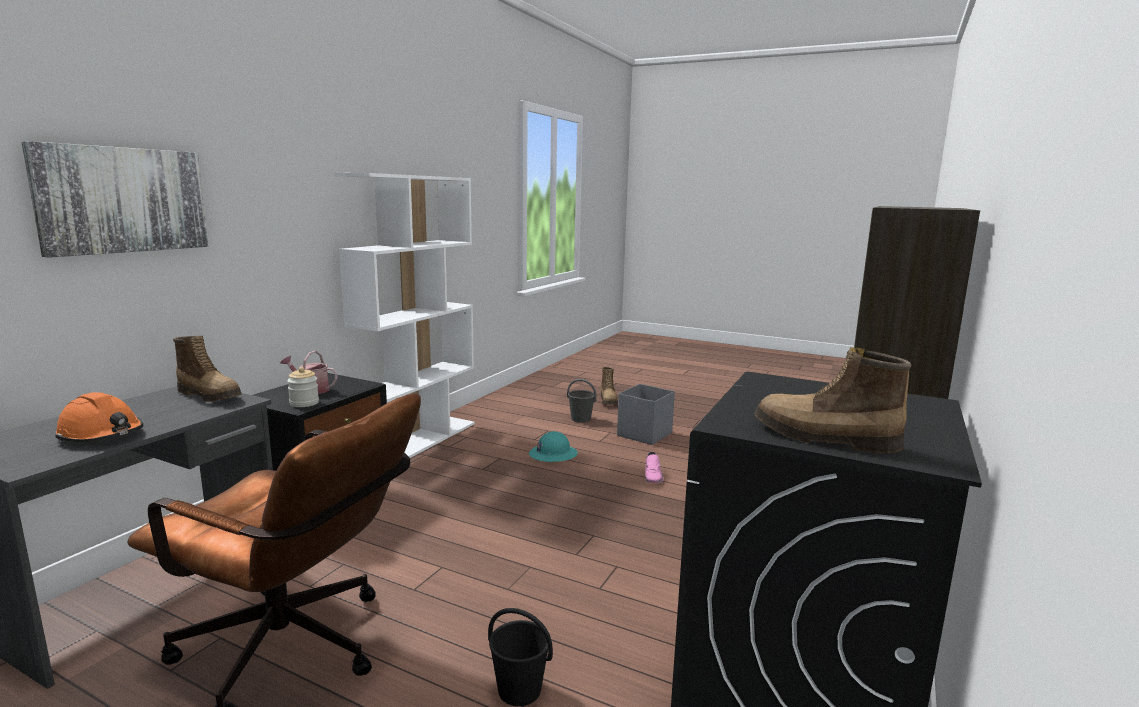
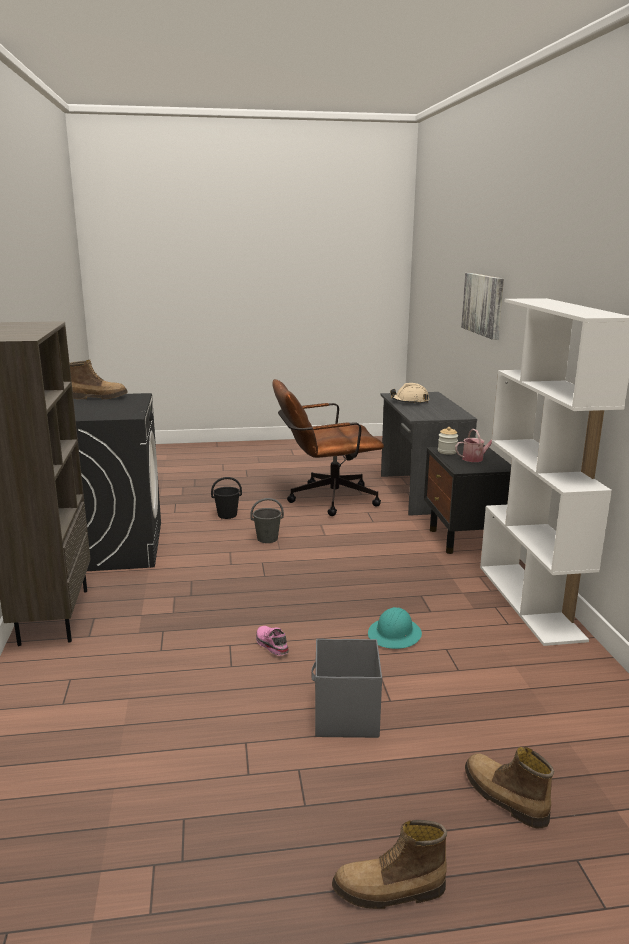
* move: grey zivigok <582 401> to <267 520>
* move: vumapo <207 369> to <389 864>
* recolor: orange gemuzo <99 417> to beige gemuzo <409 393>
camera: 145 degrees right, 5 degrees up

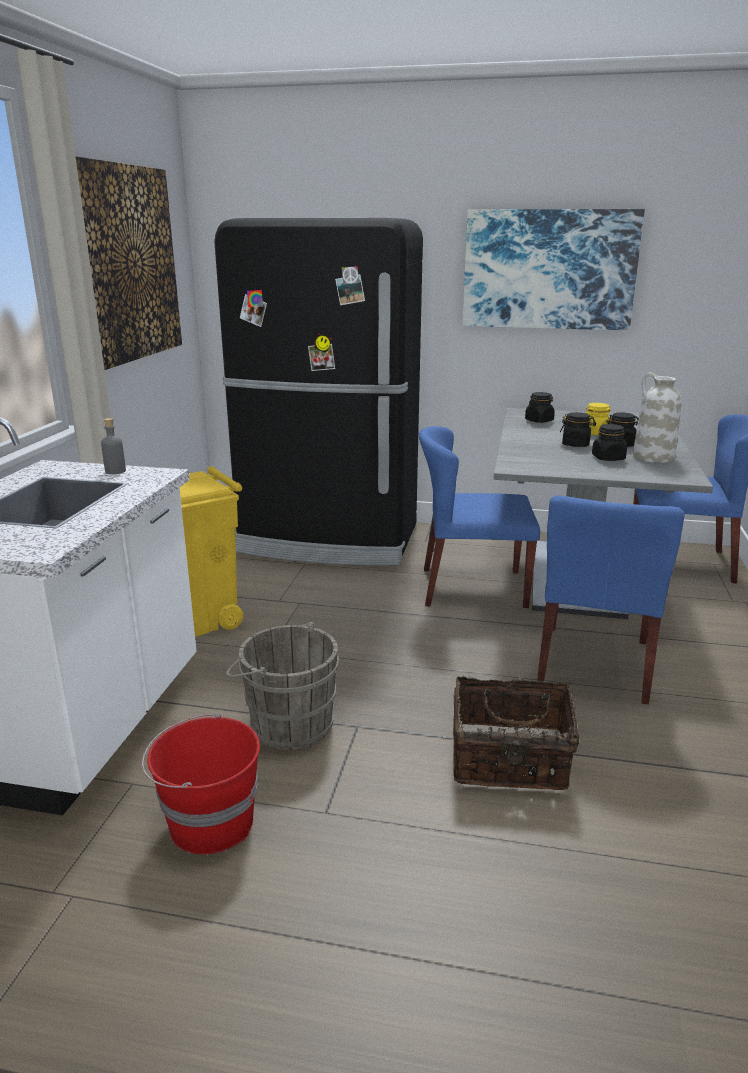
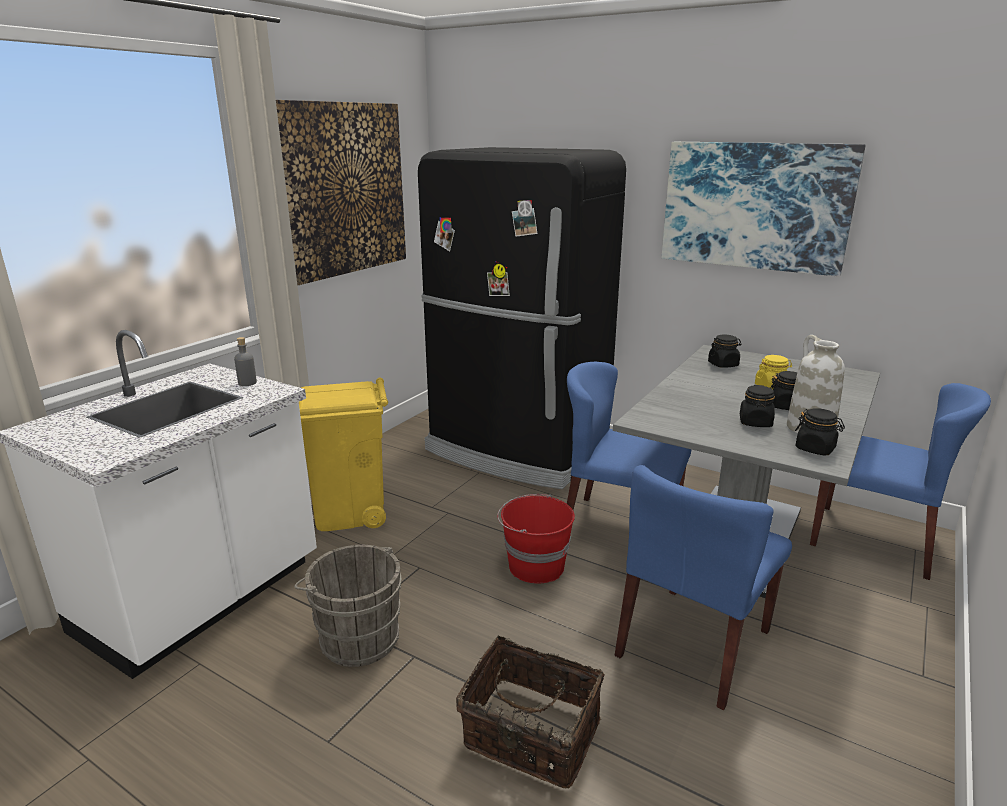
* move: red zivigok <201 784> to <536 539>
* move: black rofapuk <578 429> to <820 431>
camera: 20 degrees right, 0 degrees up

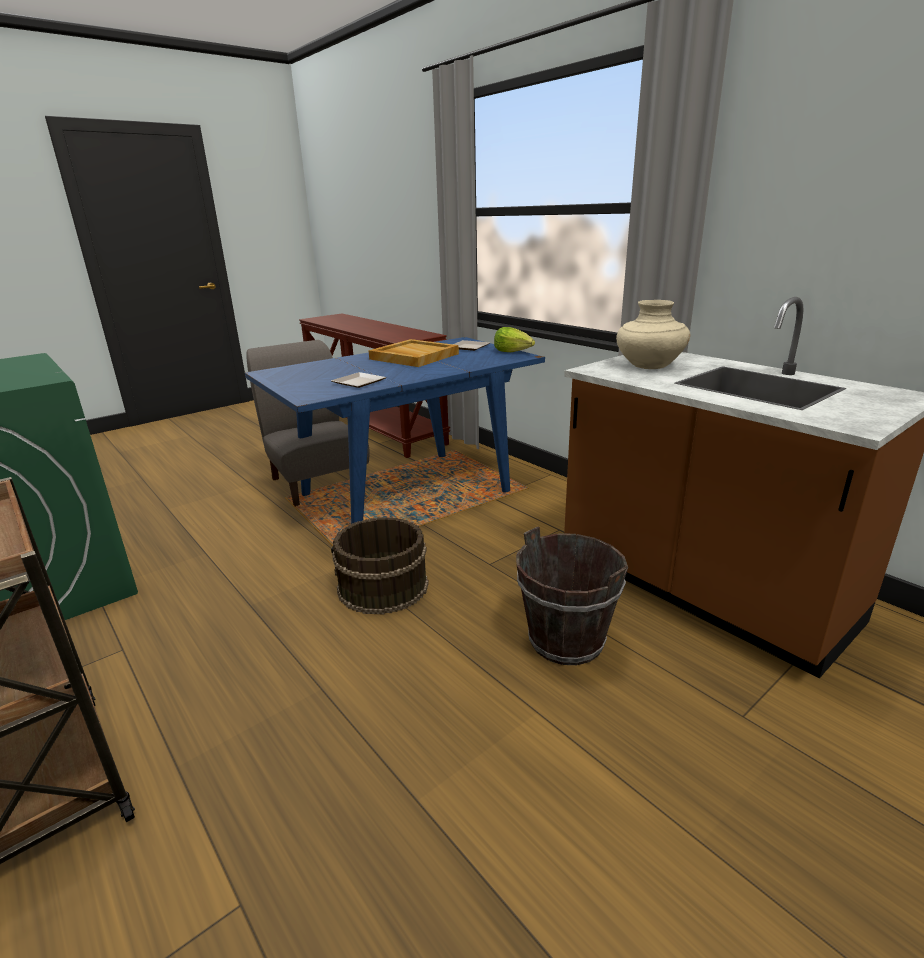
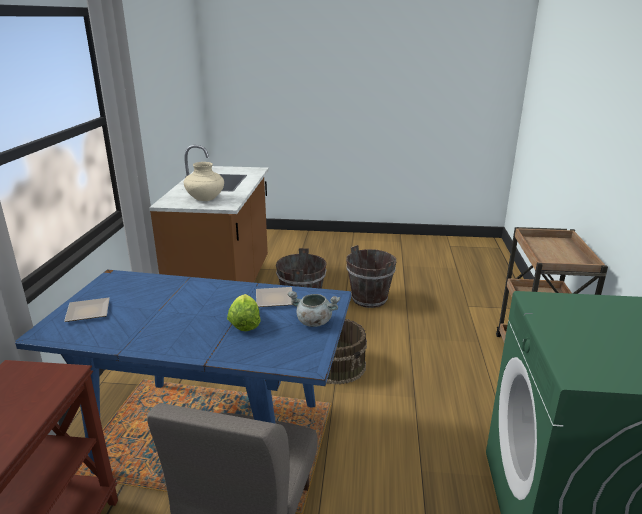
* move: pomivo <514 339> to <244 312>
* insert: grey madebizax <314 309>
* insert: brown zivigok <371 276>
* delete: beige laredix <413 353>
camera: 135 degrees left, 0 degrees up

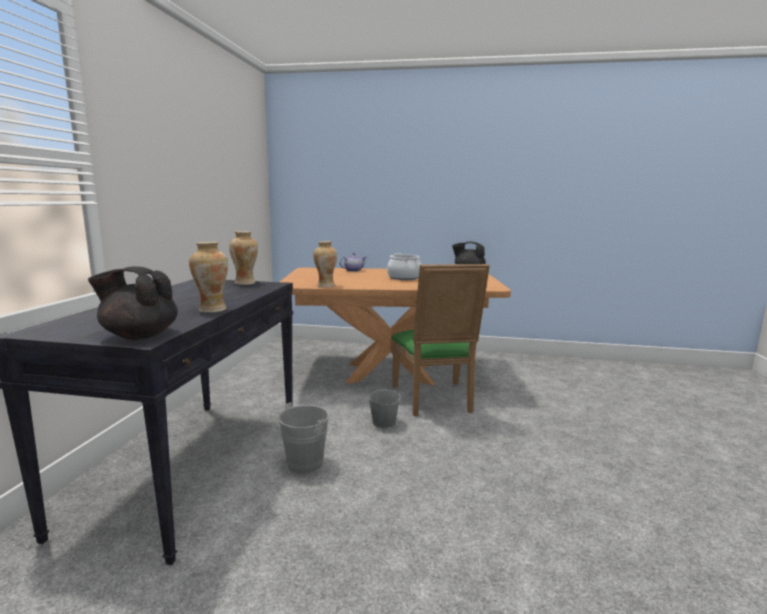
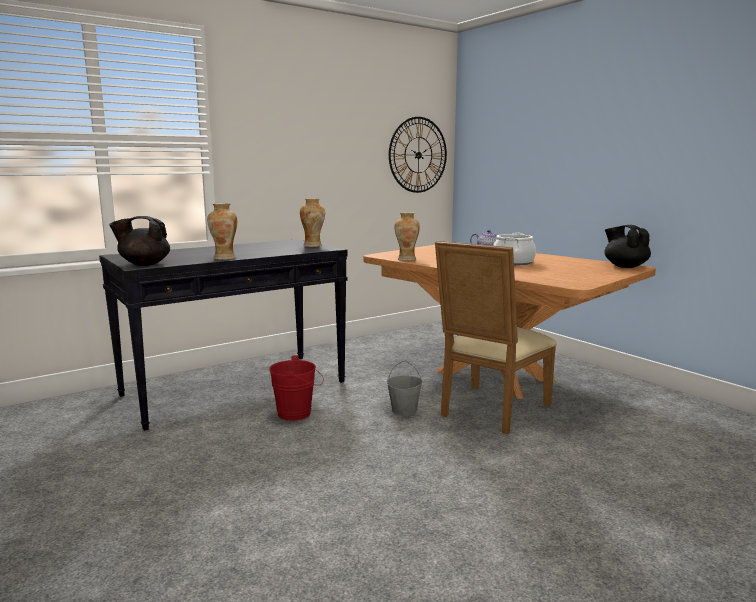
* rotate: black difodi <133 303> = <139 241> 60 degrees counterclockwise
* recolor: grey zivigok <308 438> to red zivigok <296 388>
* insert: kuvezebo <418 155>
* recolor: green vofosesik <441 340> to beige vofosesik <496 337>
camera: 45 degrees right, 0 degrees up

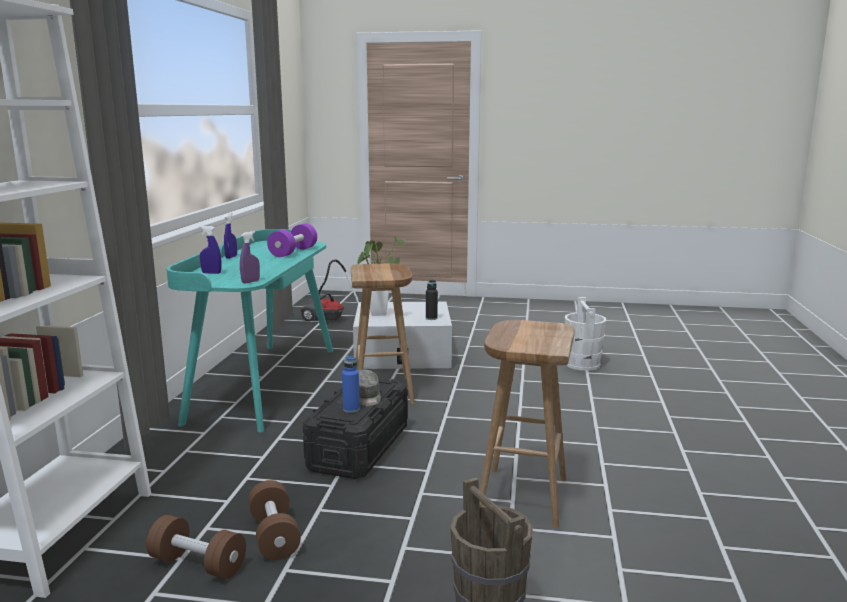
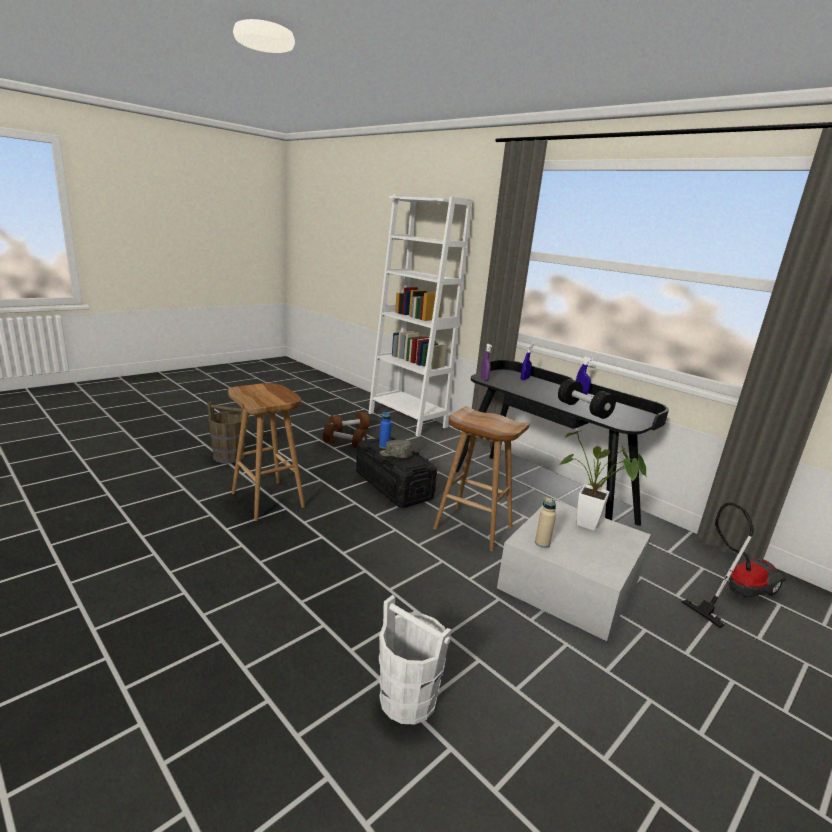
* recolor: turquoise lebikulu <249 331> to black lebikulu <562 443>
* recolor: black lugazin <432 299> to beige lugazin <545 522>
* recolor: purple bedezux <292 240> to black bedezux <587 399>
camera: 125 degrees right, 5 degrees up

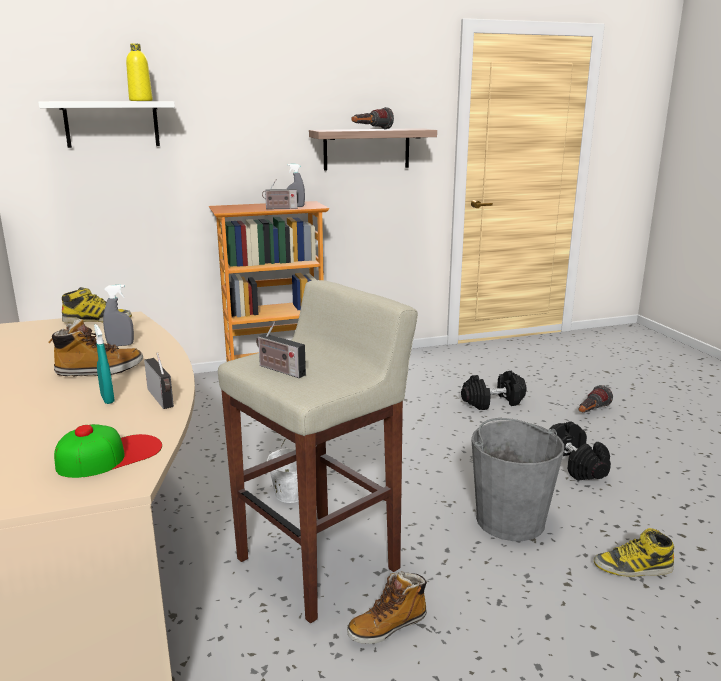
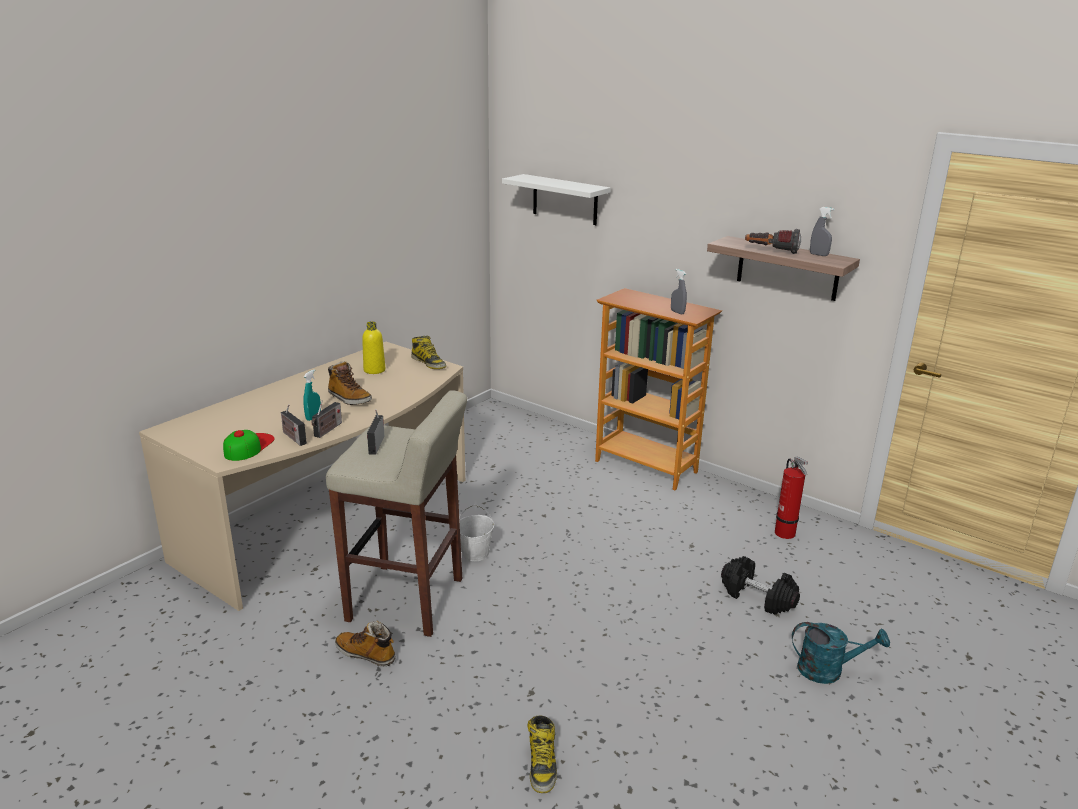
* rotate: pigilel <108 451> = <249 445> 90 degrees counterclockwise
* move: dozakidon <280 194> to <294 425>
* move: yellow lugazin <139 72> to <373 347>
* rotate: vumapo <634 552> = <542 754> 150 degrees counterclockwise
* insert: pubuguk <791 498>
* replace: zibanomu <596 398> to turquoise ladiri <841 653>
* move: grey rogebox <118 315> to <822 231>
* delete: grey zivigok <517 479>
* delete: black bedezux <580 451>
camera: 55 degrees right, 5 degrees up

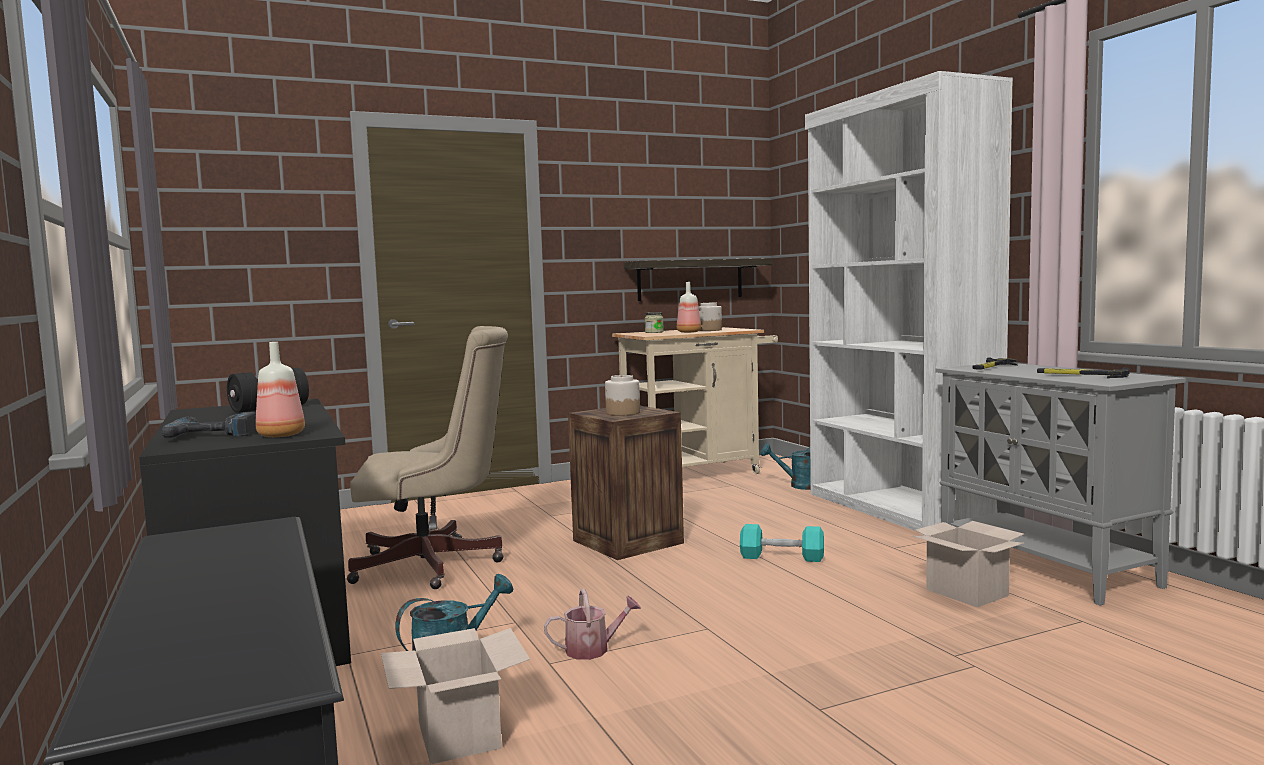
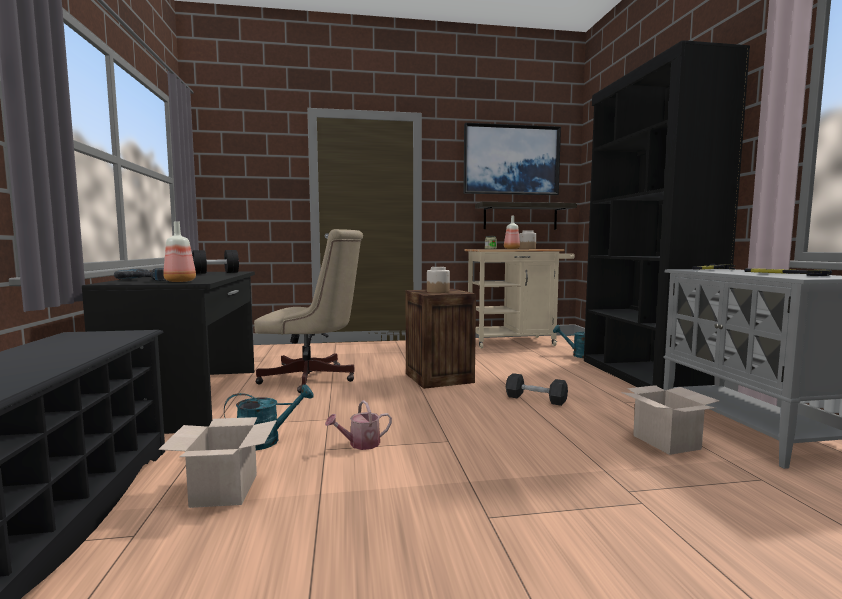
* rotate: ladiri <592 624> = <358 425> 150 degrees clockwise
* insert: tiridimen <512 159>
* recolor: turquoise bedezux <782 543> to black bedezux <537 389>
* recolor: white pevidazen <909 303> to black pevidazen <667 214>
camera: 15 degrees right, 0 degrees up

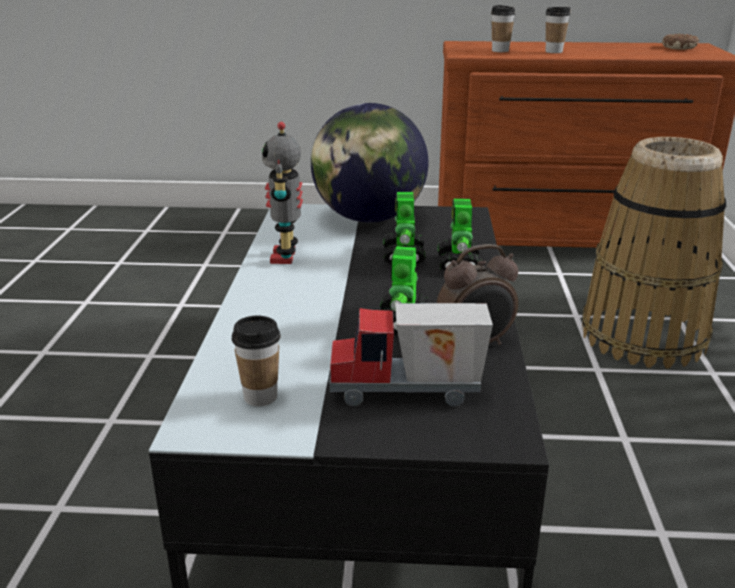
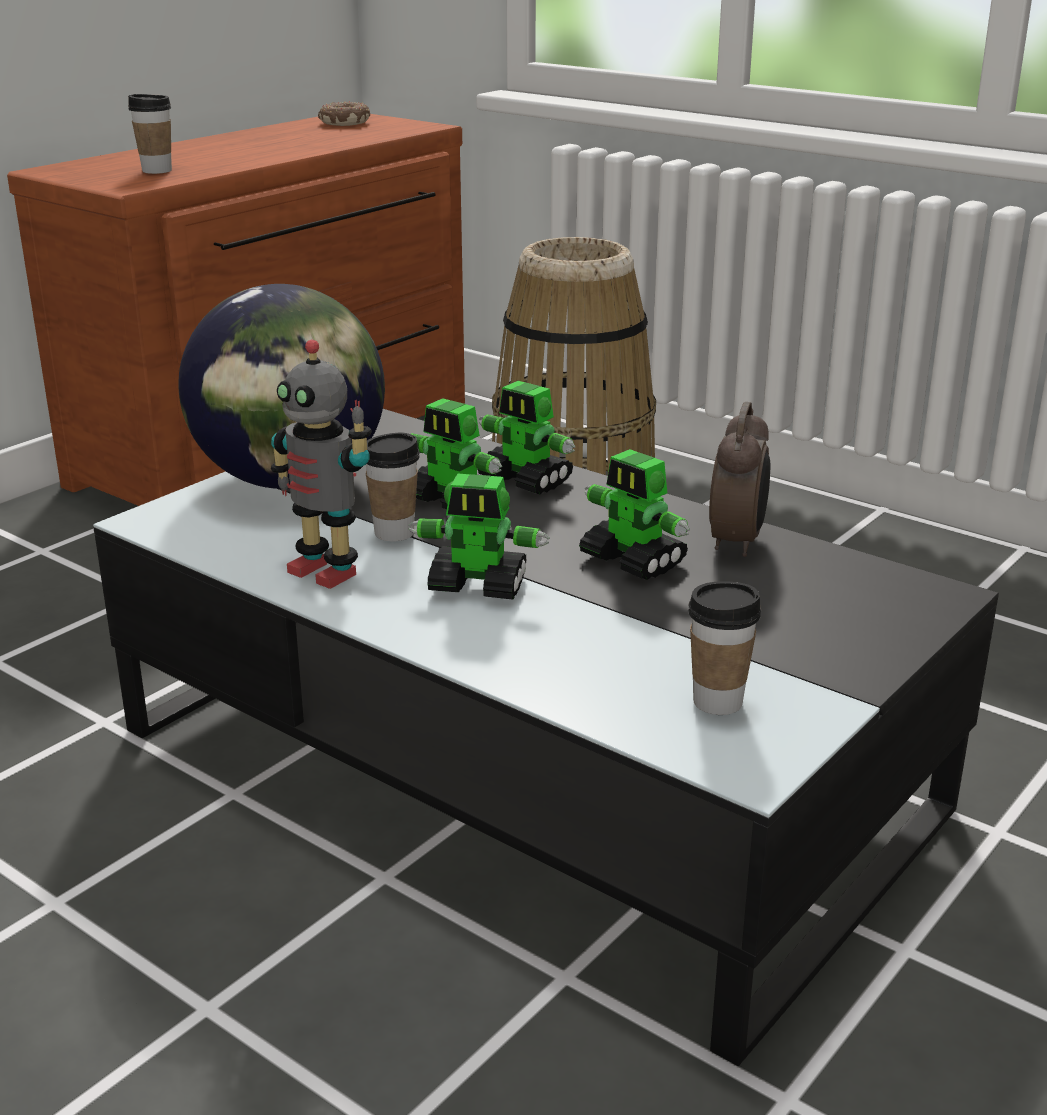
* move: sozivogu <558 30> to <393 487>
* insert: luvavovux <479 537>
* delete: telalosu <411 354>
camera: 55 degrees left, 0 degrees up

